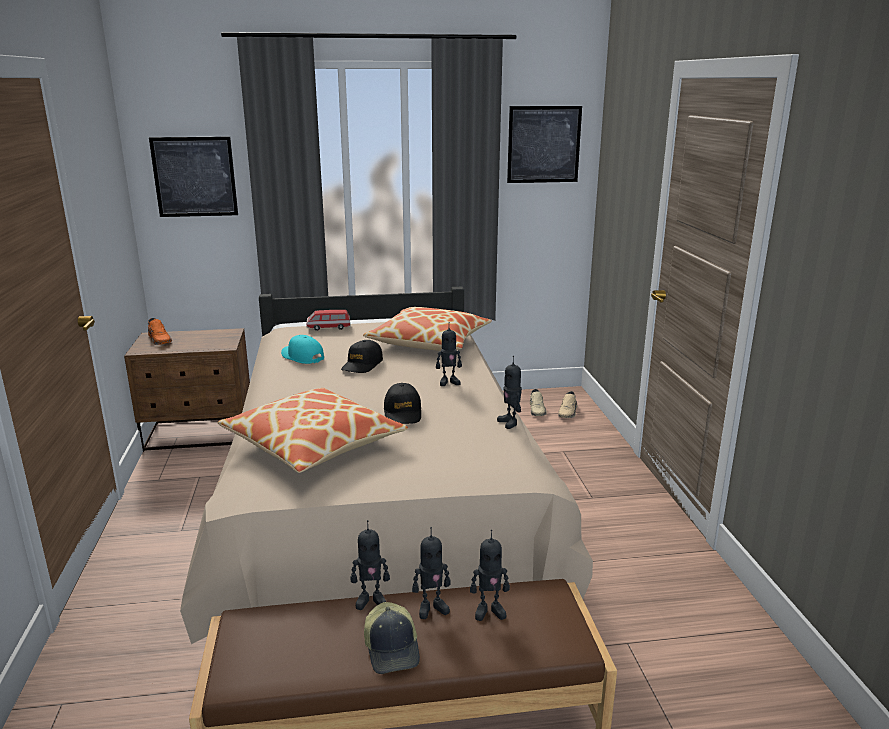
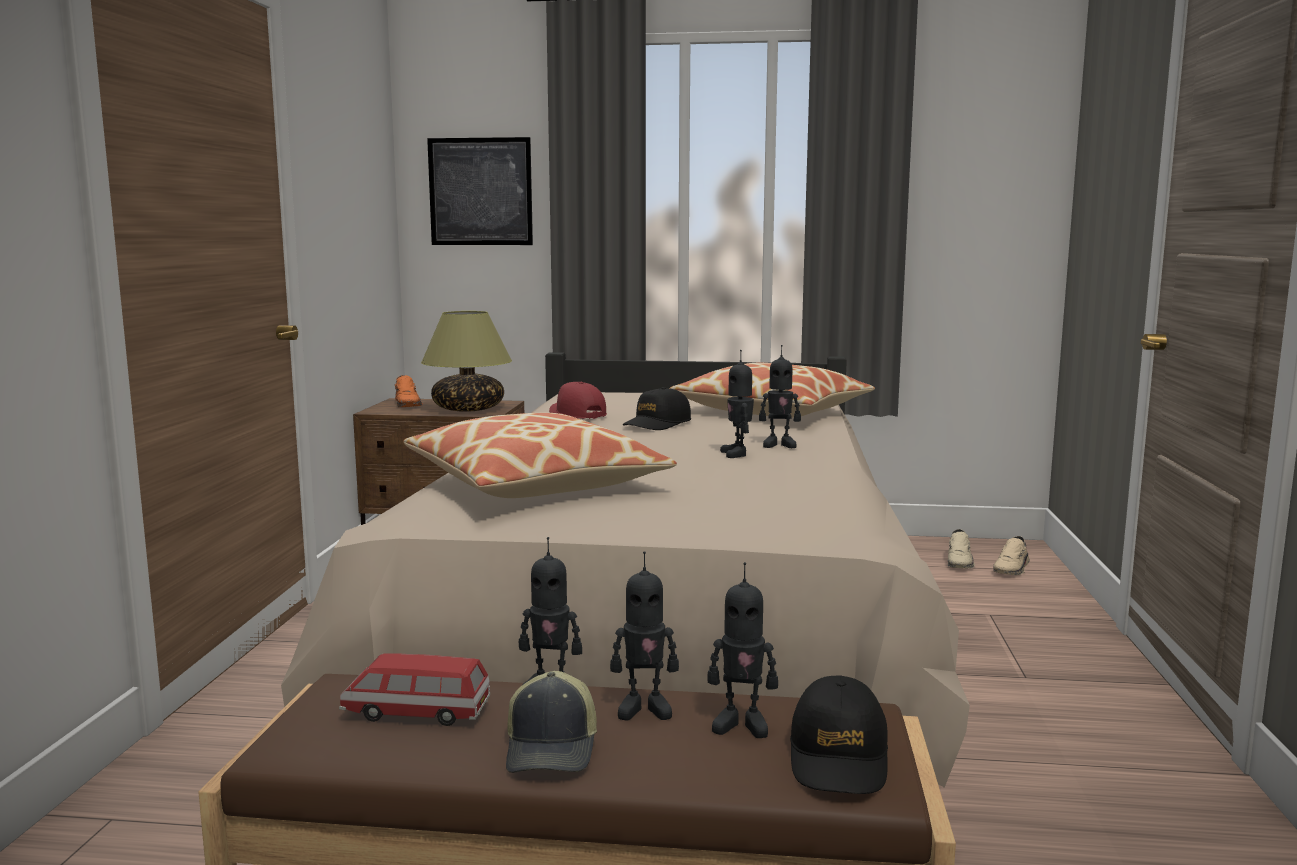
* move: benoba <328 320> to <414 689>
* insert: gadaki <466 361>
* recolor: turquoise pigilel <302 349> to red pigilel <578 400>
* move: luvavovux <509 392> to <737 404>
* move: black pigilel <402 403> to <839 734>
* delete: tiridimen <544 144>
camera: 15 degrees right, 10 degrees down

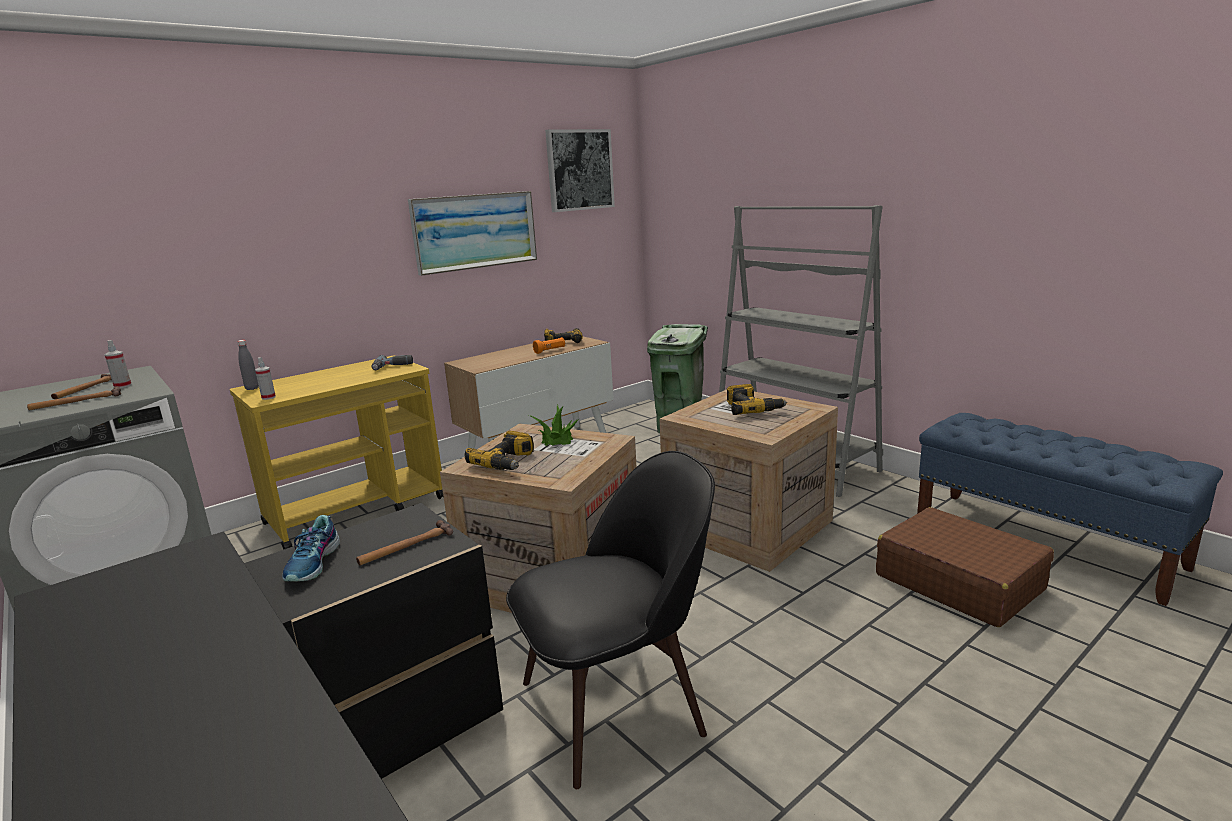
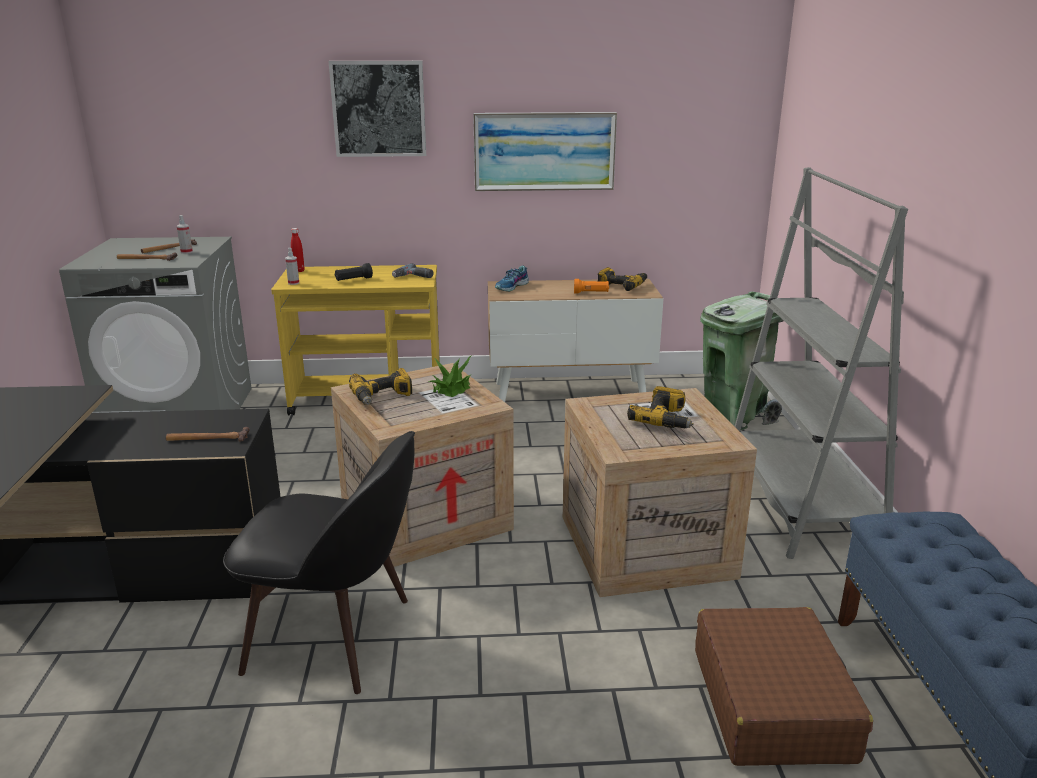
* recolor: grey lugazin <248 365> to red lugazin <298 250>
* move: tiridimen <580 170> to <377 109>
* insert: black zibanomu <353 272>
* move: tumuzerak <311 548> to <512 279>
camera: 35 degrees right, 5 degrees up

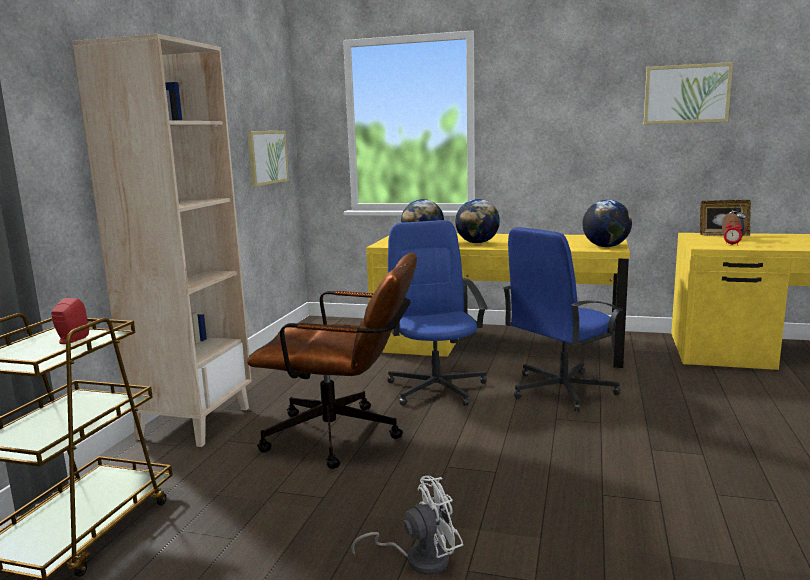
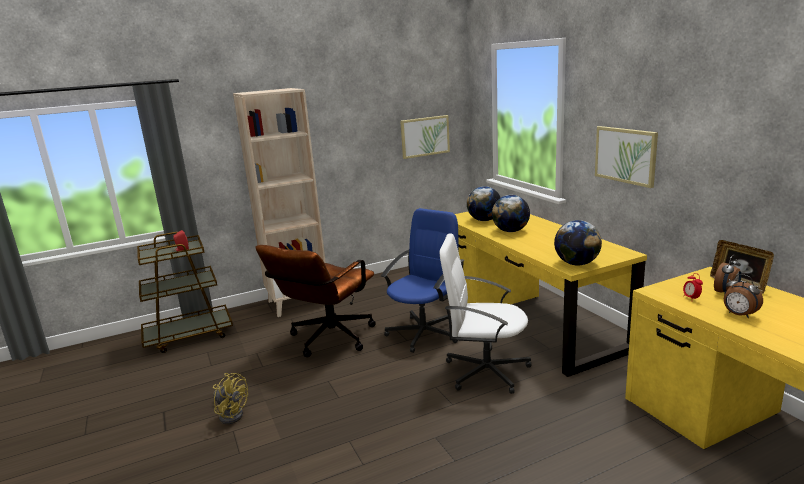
* recolor: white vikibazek <407 525> to yellow vikibazek <230 398>
* rotate: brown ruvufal <332 360> = <315 301> 60 degrees clockwise
* recolor: blue ruvufal <563 319> to white ruvufal <485 314>
* move: tiridimen <688 93> to <626 157>
* insert: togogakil <743 296>
camera: 50 degrees right, 5 degrees up

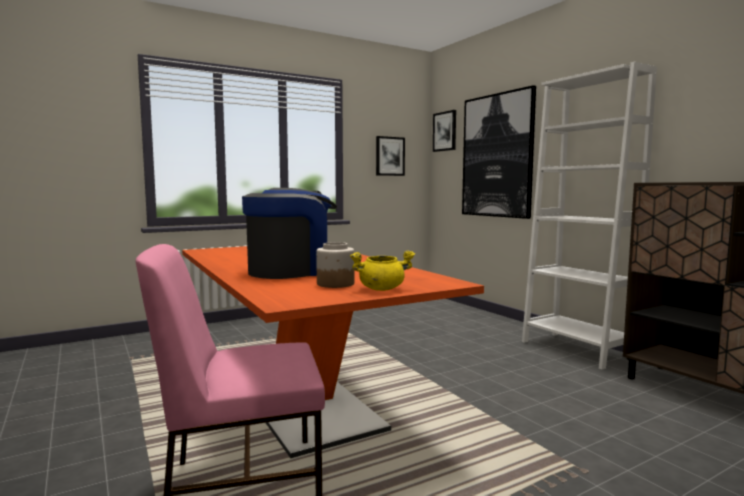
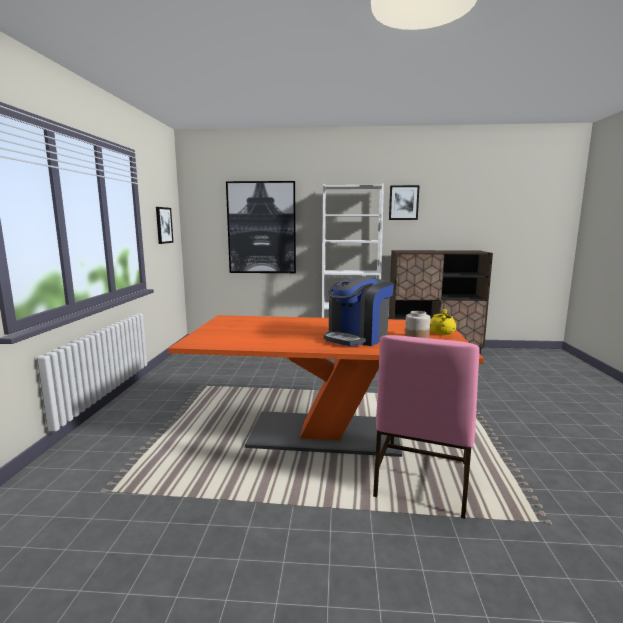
* rotate: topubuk <289 233> = <359 311> 135 degrees counterclockwise
* move: tiridimen <444 131> to <404 202>
camera: 55 degrees left, 5 degrees up

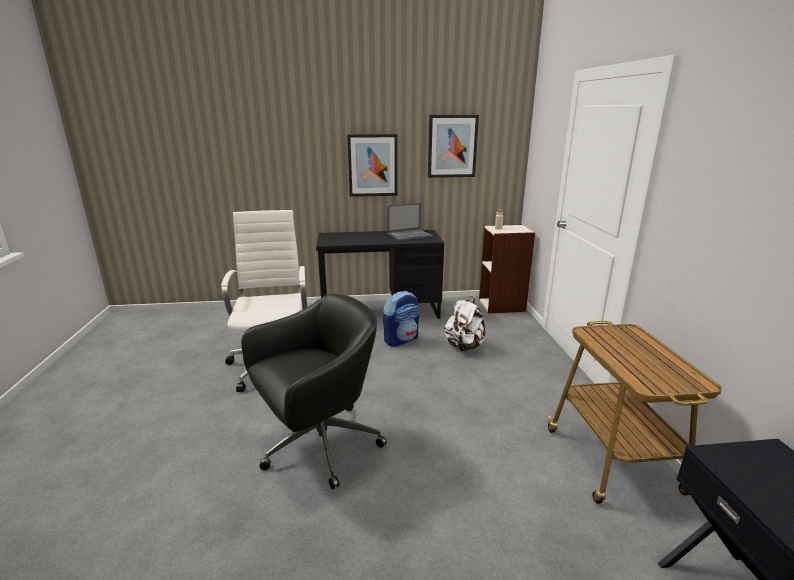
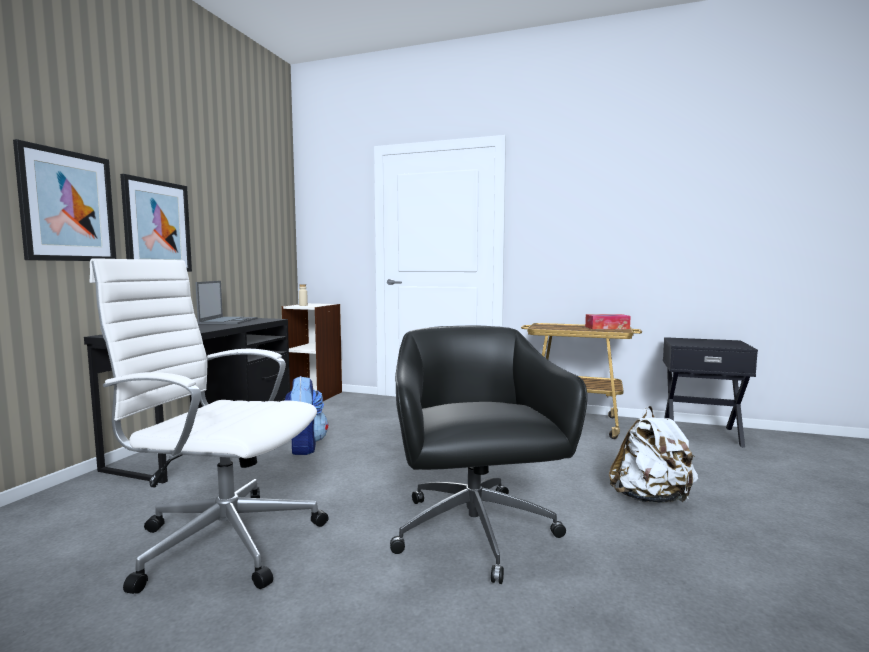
* move: tiridimen <453 146> to <64 200>
* insert: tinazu <608 321>
* move: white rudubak <465 323> to <653 454>
camera: 65 degrees left, 15 degrees down

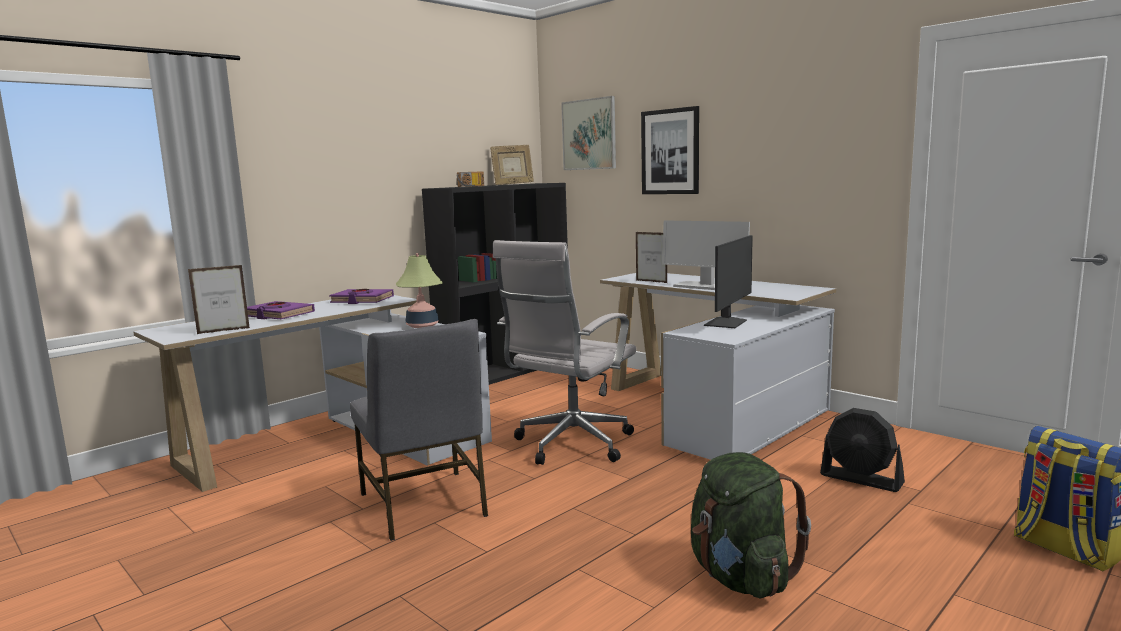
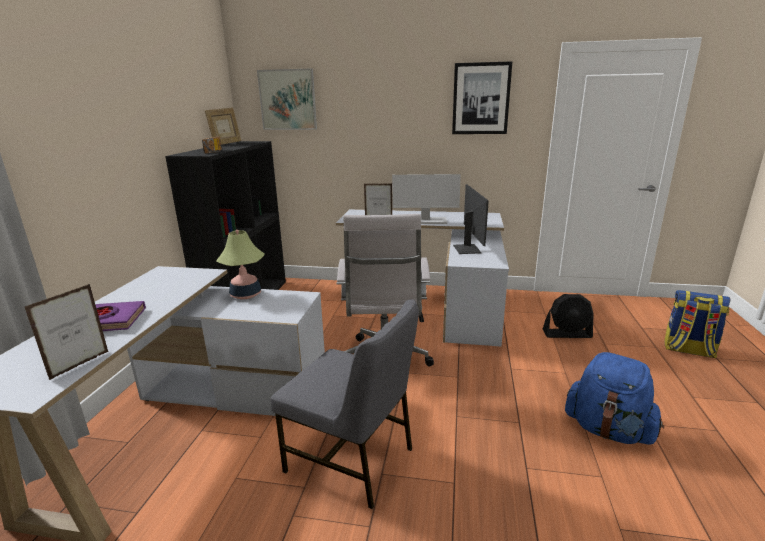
* move: tiridimen <670 150> to <482 97>
* recolor: green rudubak <751 525> to blue rudubak <614 398>
* delete: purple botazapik <361 296>
camera: 35 degrees left, 10 degrees up

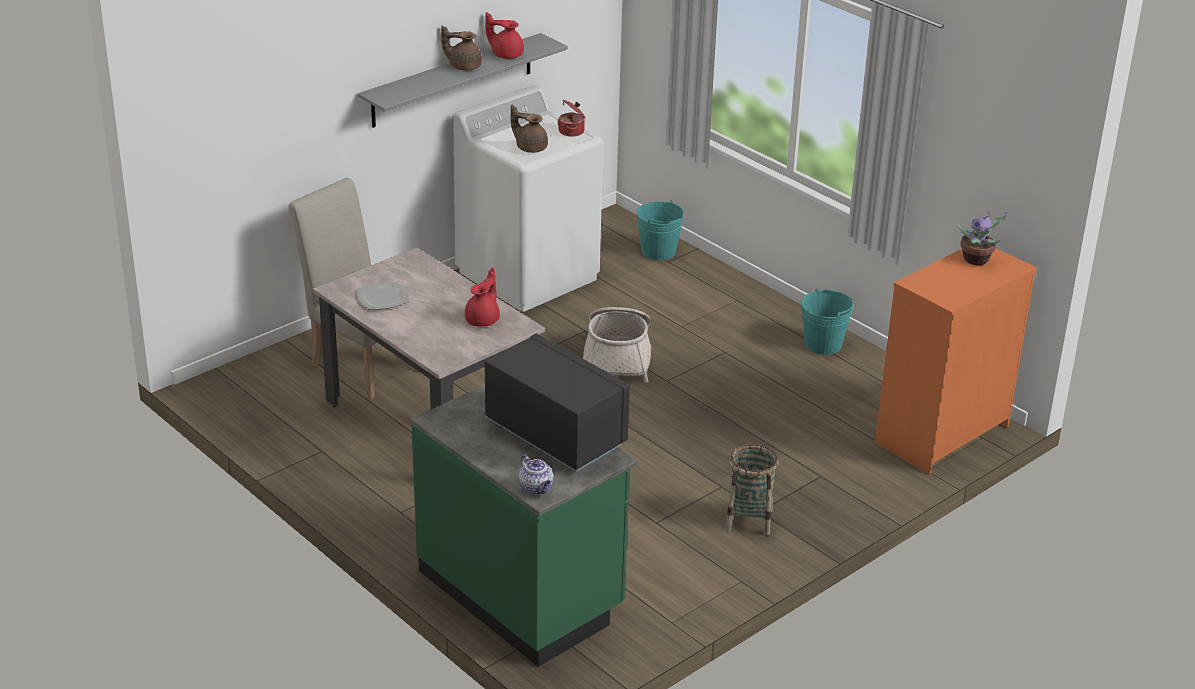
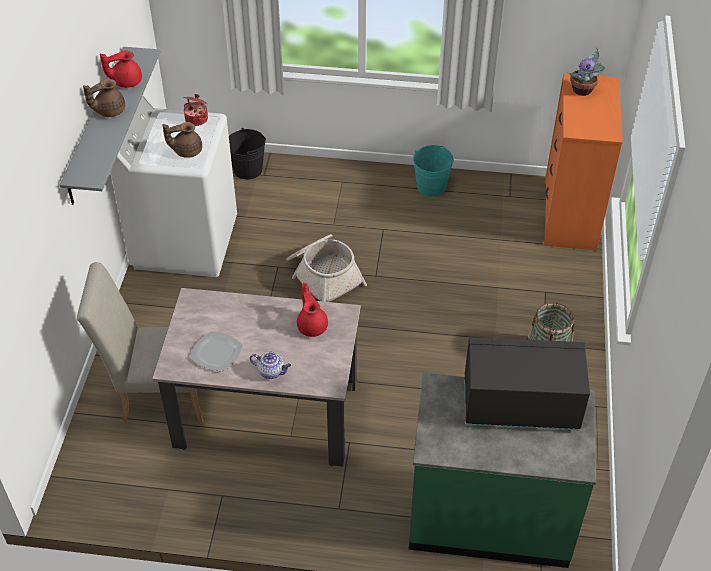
* recolor: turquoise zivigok <660 230> to black zivigok <247 154>
* move: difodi <536 474> to <270 365>
camera: 40 degrees left, 15 degrees up

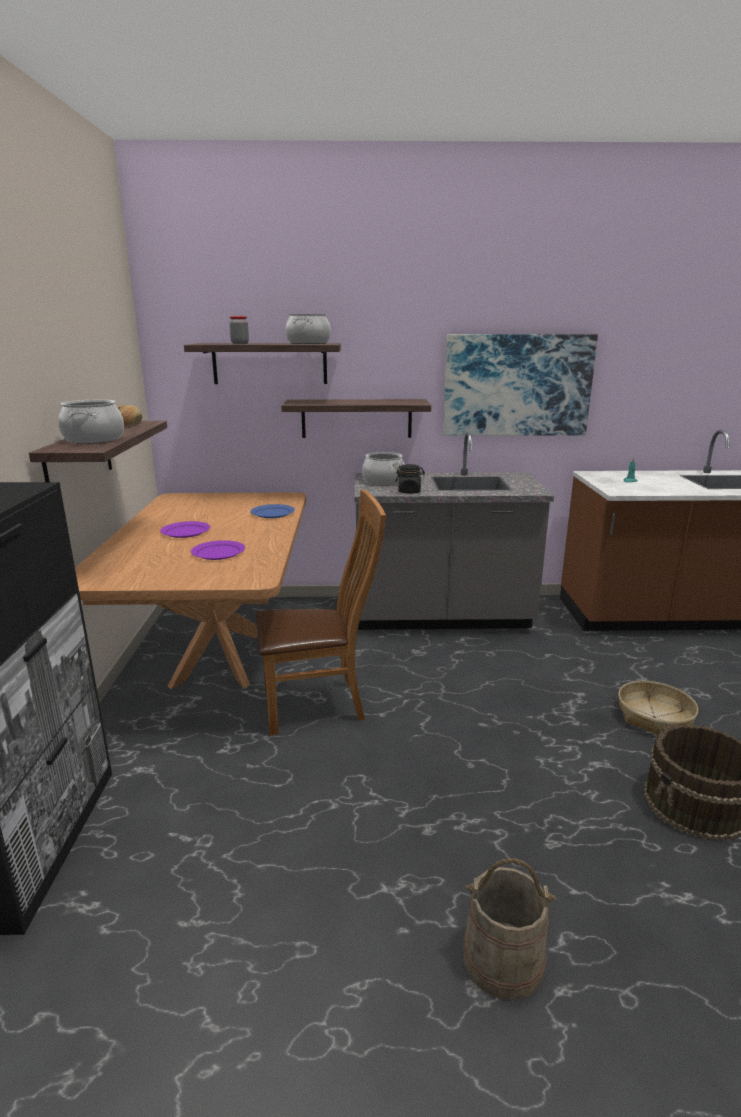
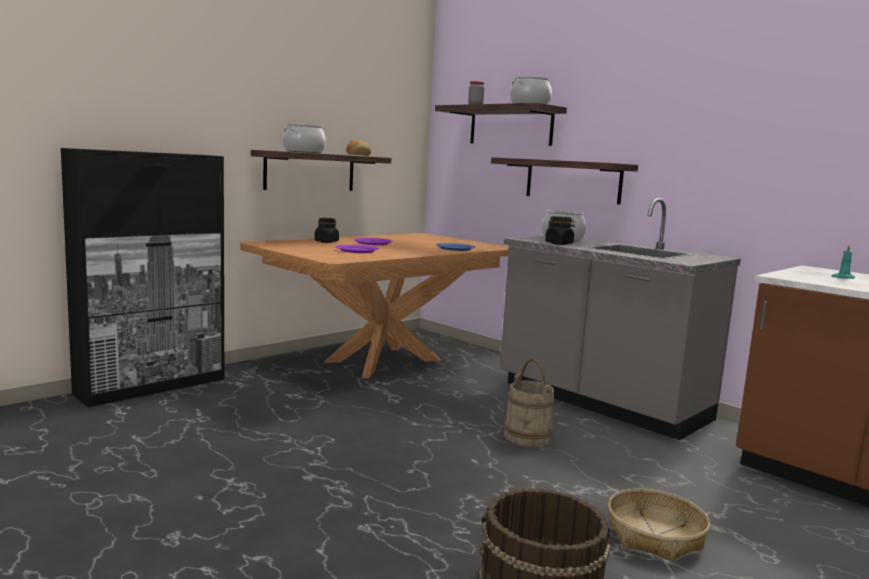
* insert: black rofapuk <326 230>
* move: beige zivigok <509 929> to <529 403>
* delete: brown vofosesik <321 612>
* delete: tiridimen <520 385>
camera: 45 degrees right, 10 degrees down

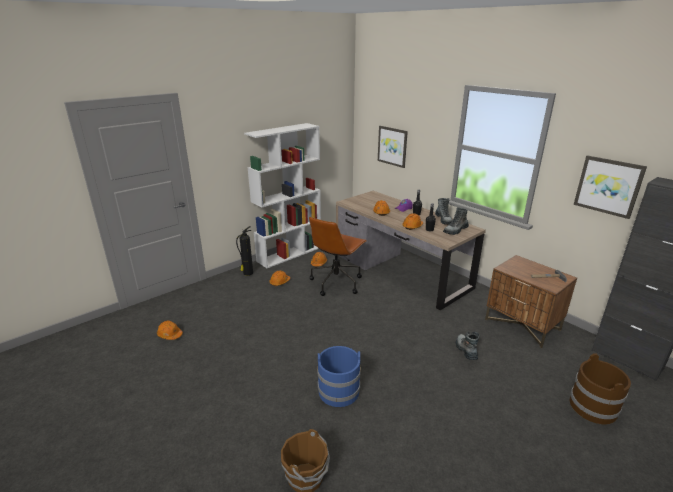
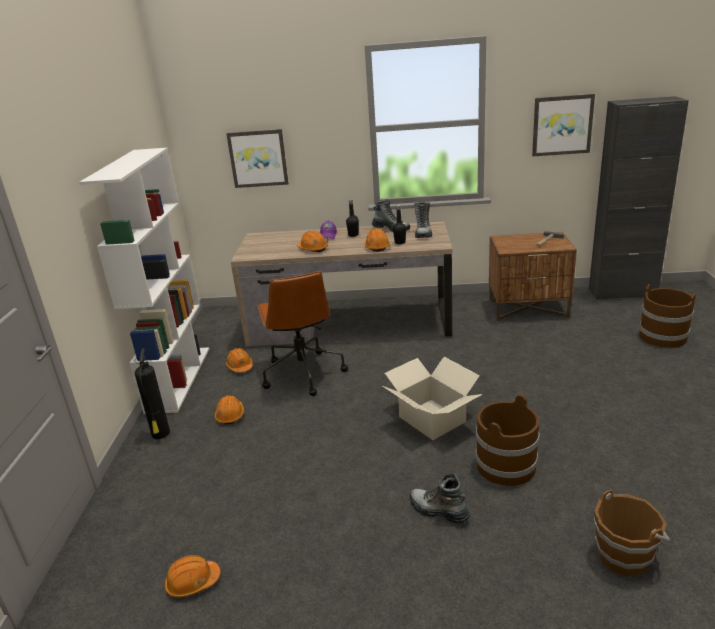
* insert: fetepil <432 398>
* move: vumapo <468 345> to <440 499>
* recolor: blue zivigok <339 376> to brown zivigok <508 440>
camera: 45 degrees left, 0 degrees up

